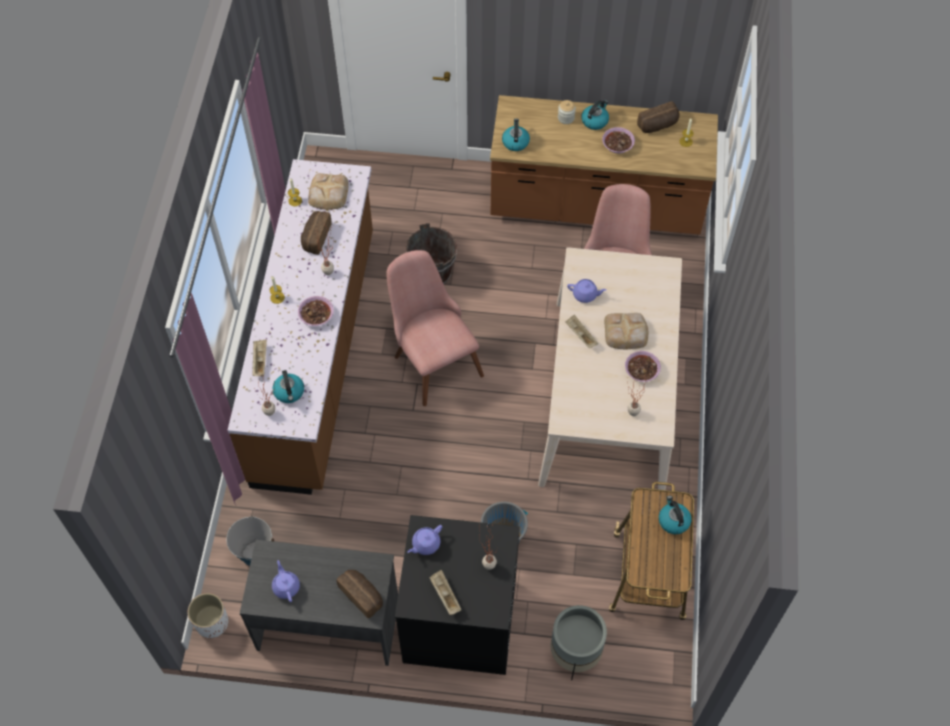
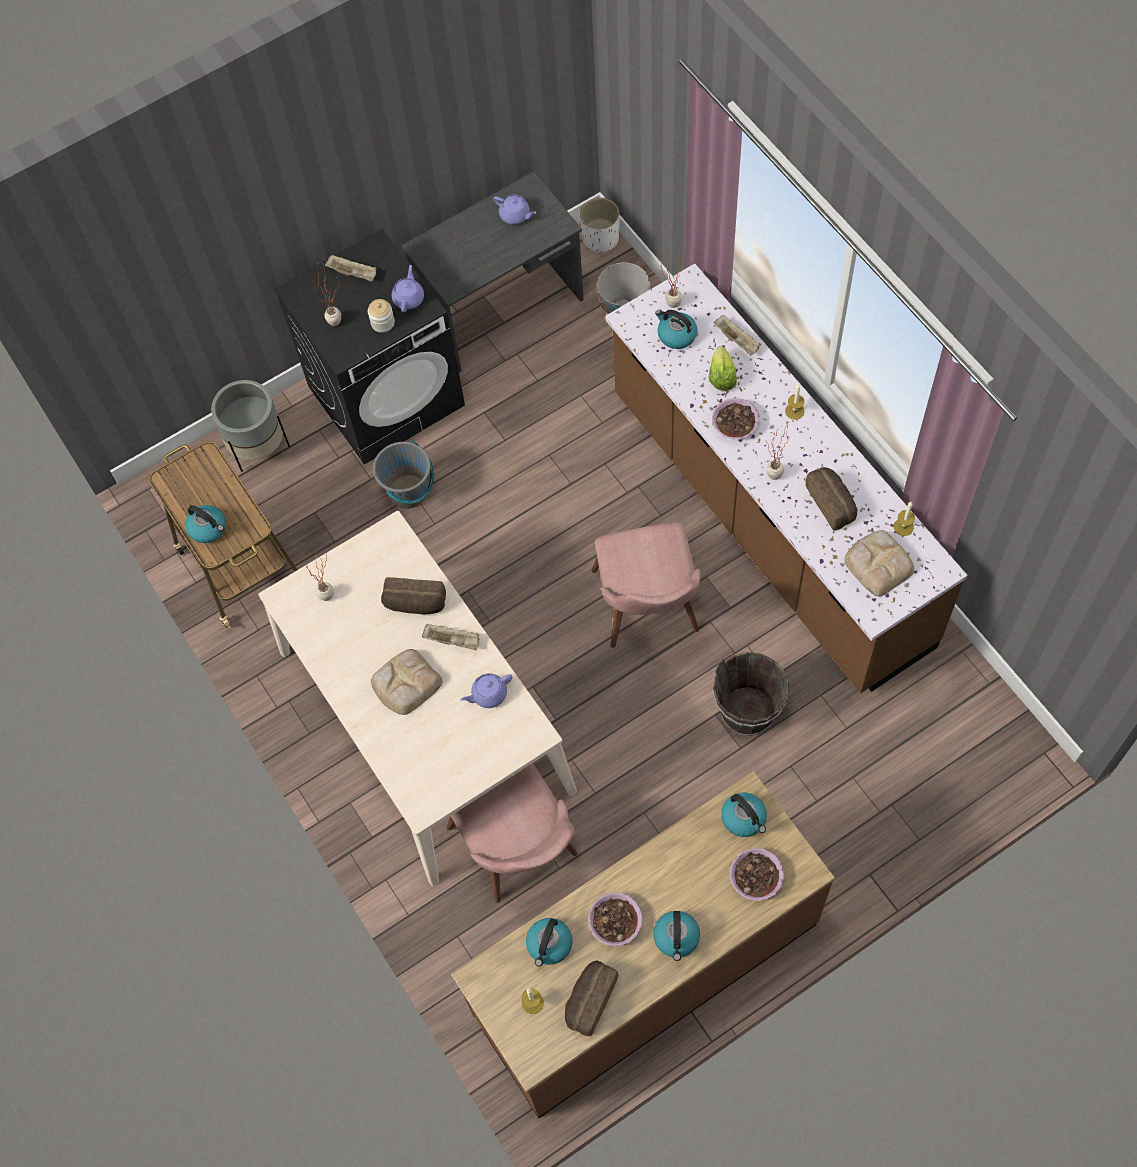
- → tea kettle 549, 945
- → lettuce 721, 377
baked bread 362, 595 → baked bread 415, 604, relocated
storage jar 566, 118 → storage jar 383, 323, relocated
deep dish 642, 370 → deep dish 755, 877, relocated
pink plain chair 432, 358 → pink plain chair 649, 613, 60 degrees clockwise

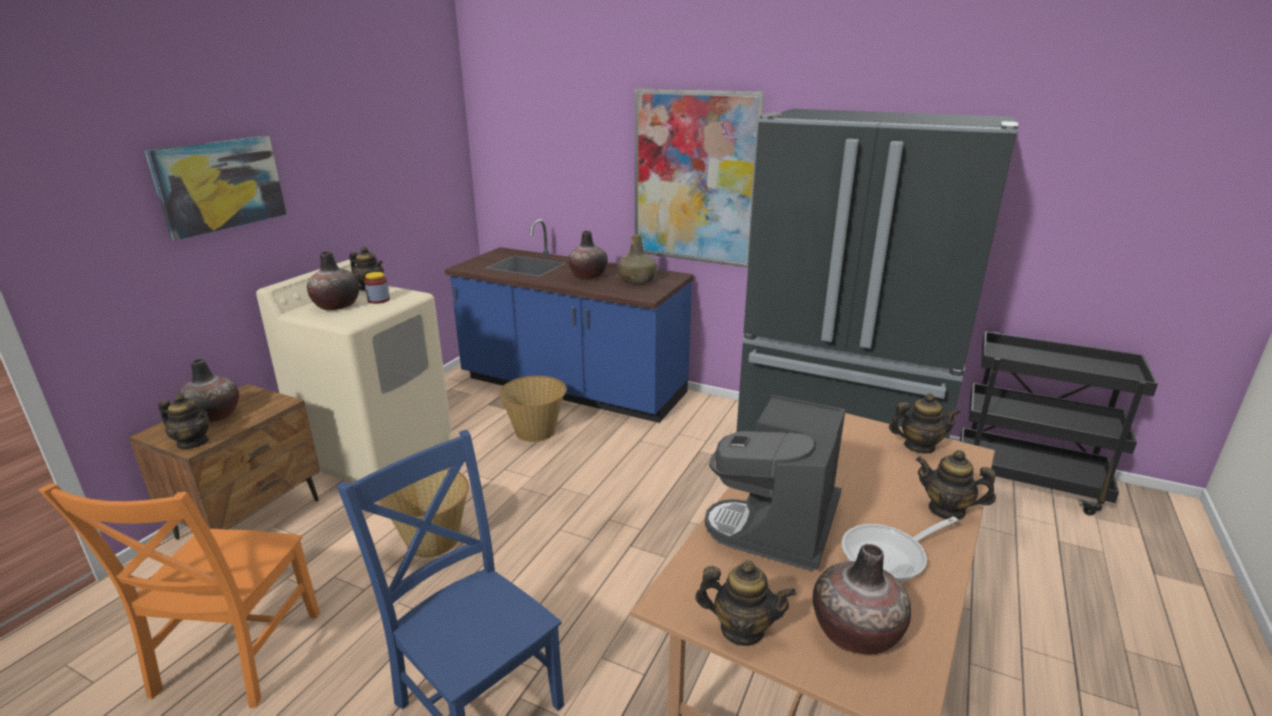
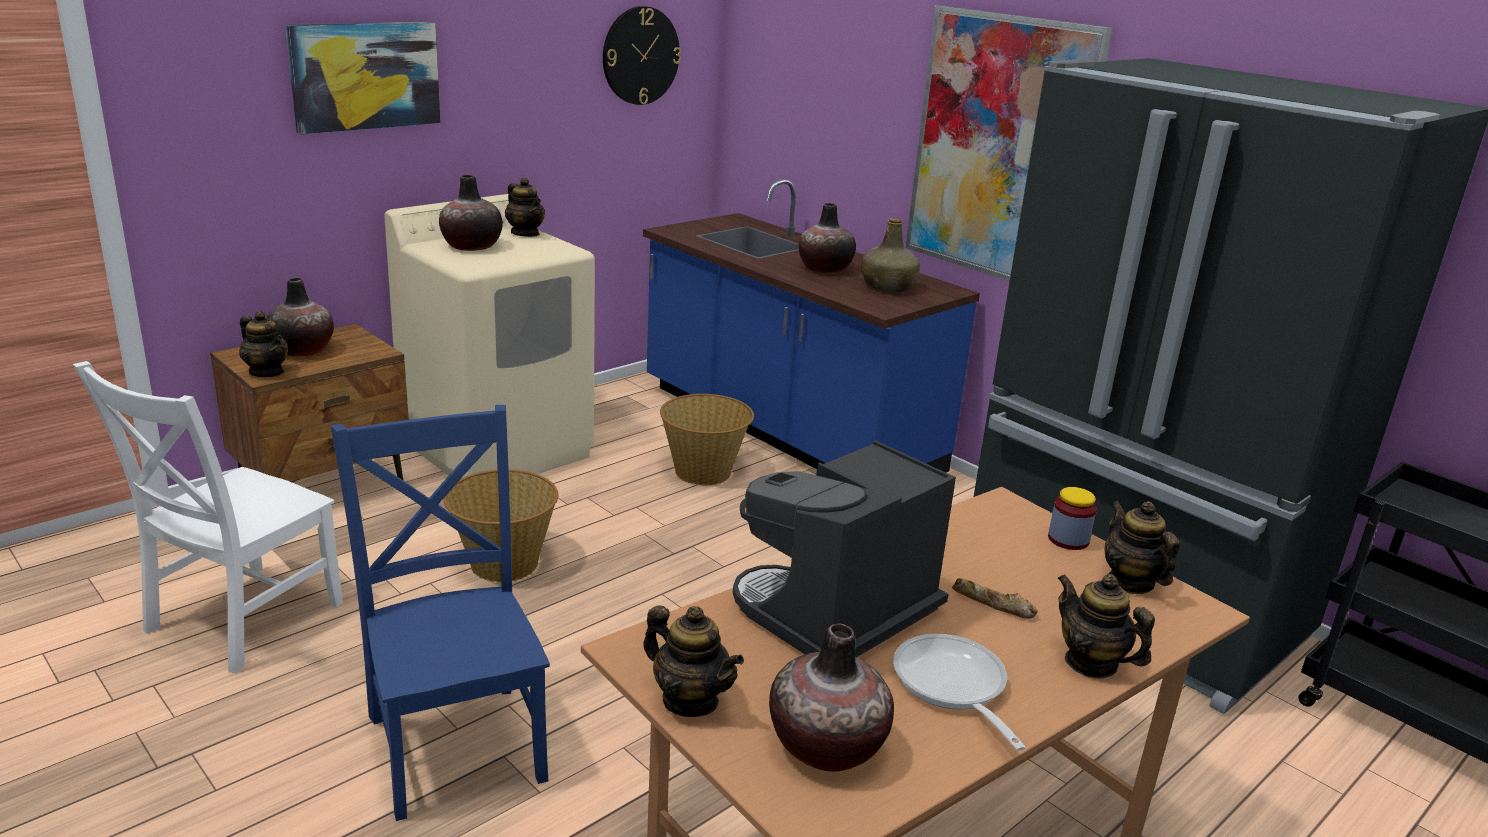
- → wall clock 640, 55
- → baked bread 993, 604
storage jar 378, 300 → storage jar 1068, 539, relocated
orange-coloured plain chair 234, 658 → white plain chair 238, 620
frying pan 889, 556 → frying pan 952, 687, 75 degrees clockwise
teapot 919, 446 → teapot 1130, 582, 135 degrees counterclockwise

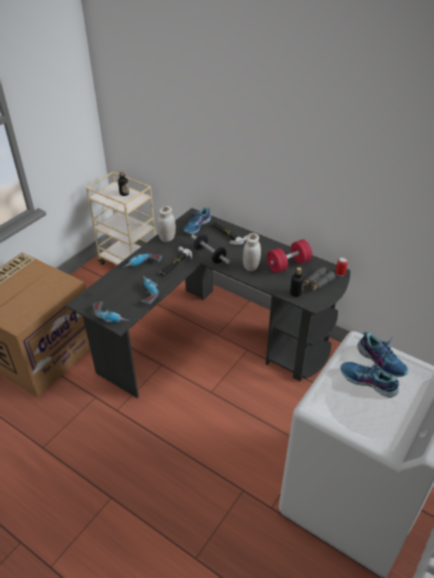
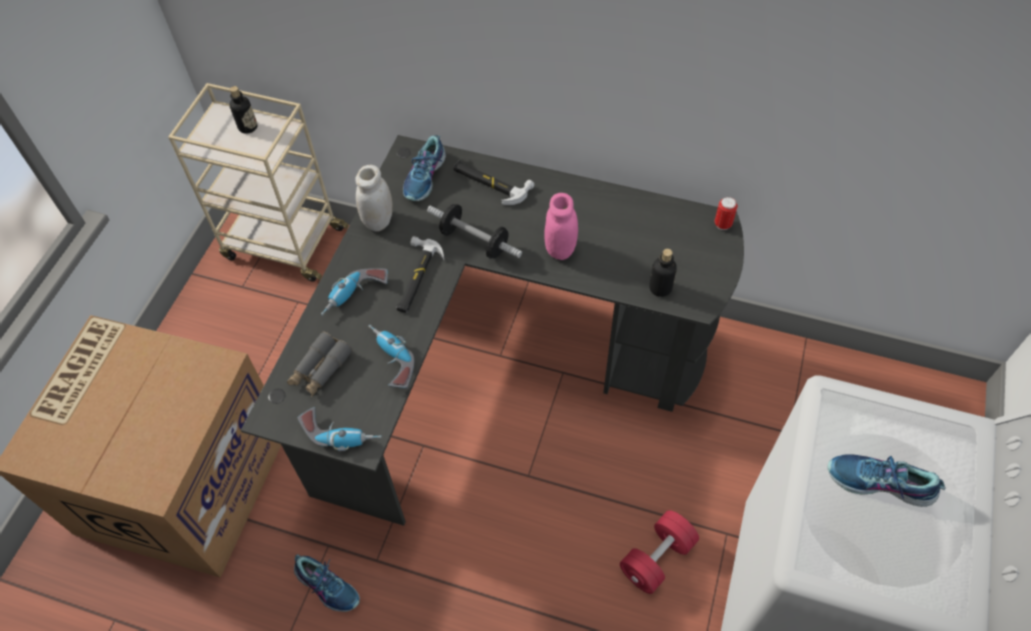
red-coloured dumbbell 288, 264 → red-coloured dumbbell 657, 558, relocated
grey binoculars 317, 283 → grey binoculars 320, 369, relocated
item of footwear 381, 361 → item of footwear 328, 585, relocated
white storage jar 251, 267 → pink storage jar 560, 249

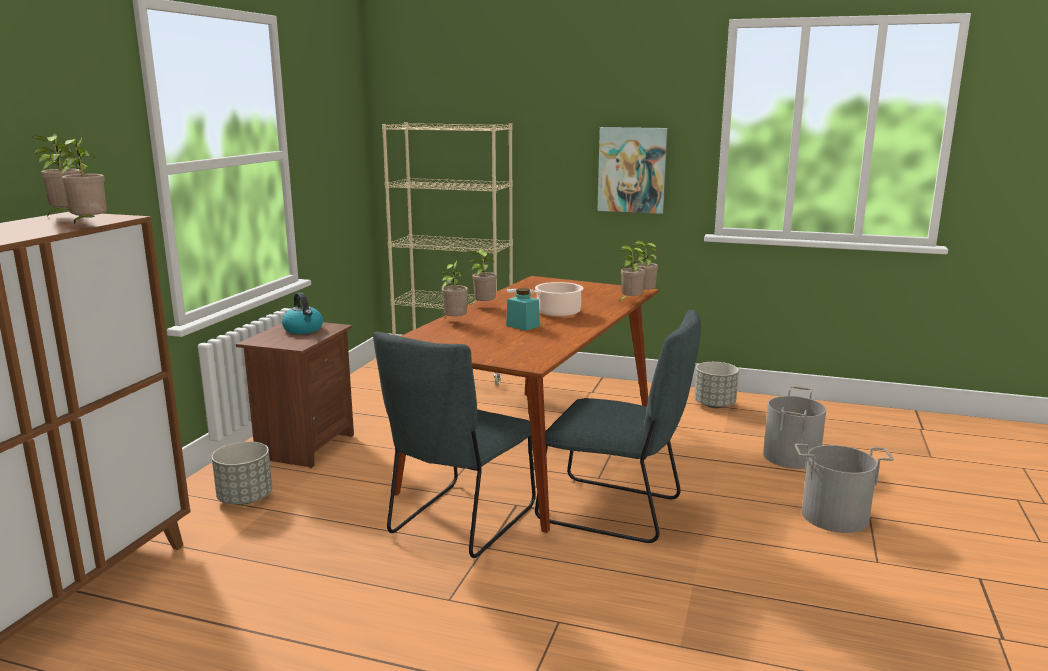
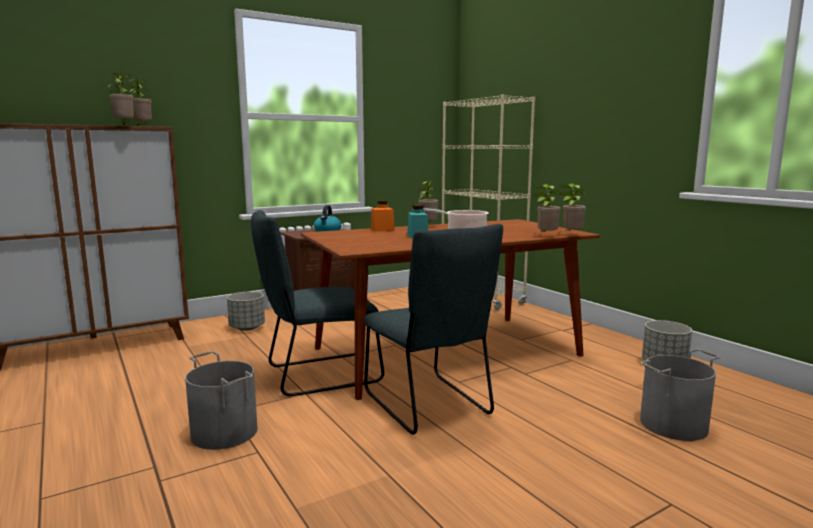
wall art 632, 170 → -
grey pail 835, 516 → grey pail 223, 432, relocated
potted plant 454, 322 → orange-coloured storage jar 382, 229

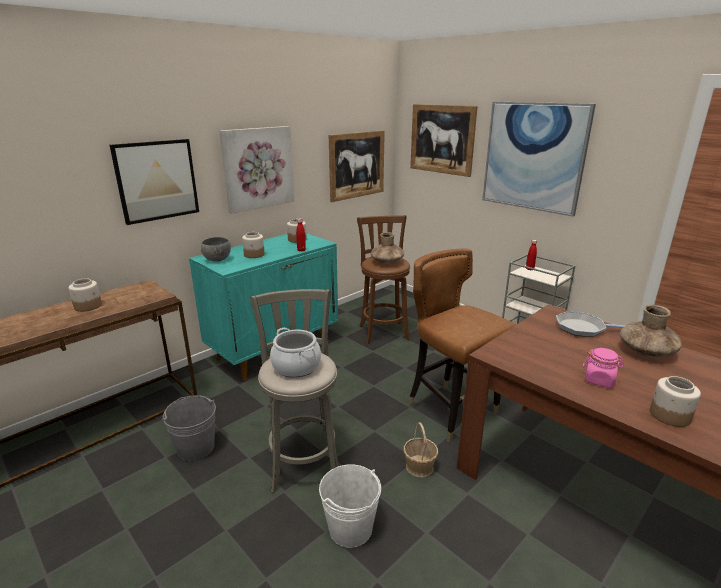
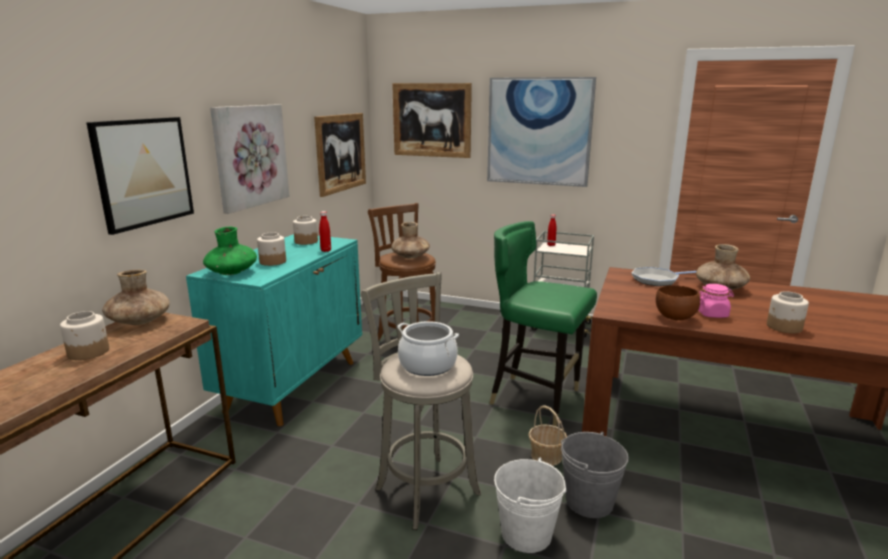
- → brown-coloured decorative vase 139, 321
- → brown-coloured deep dish 674, 318
grey pail 196, 448 → grey pail 589, 501, relocated
grey deep dish 218, 260 → green decorative vase 232, 272
brown-coloured plain chair 452, 411 → green plain chair 536, 399

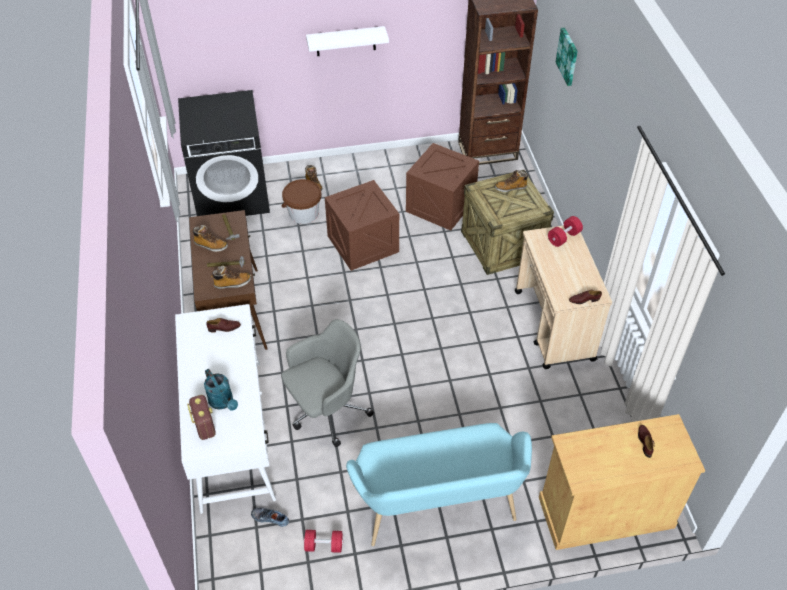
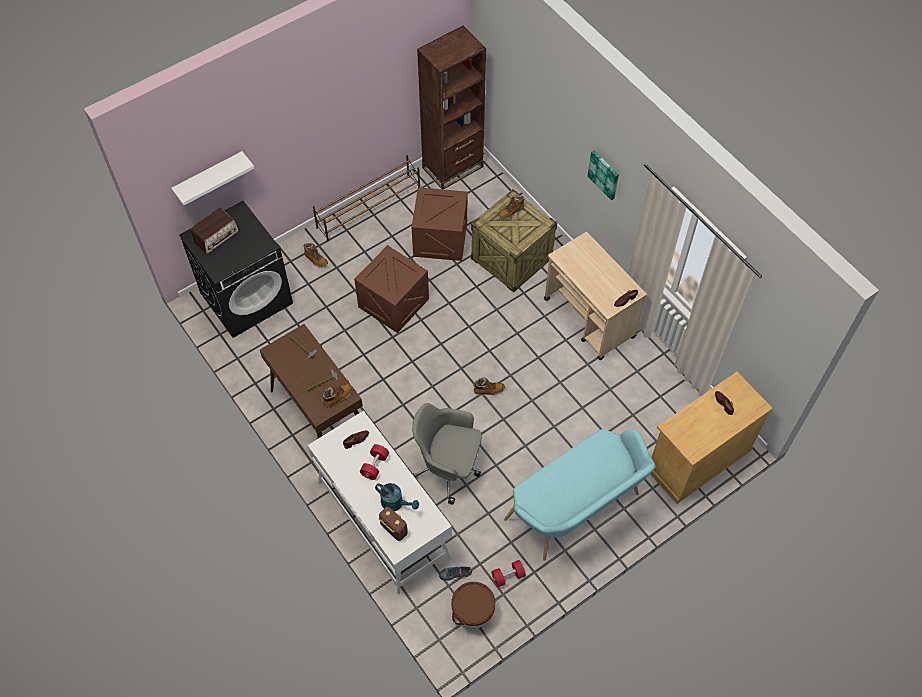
- → radio 216, 236
- → brown-coloured shoe rack 369, 208
tall boot 210, 245 → tall boot 488, 390, relocated
brown-coloured pail 303, 213 → brown-coloured pail 473, 613, relocated
white shelf 346, 41 → white shelf 209, 177, relocated
red-coloured dumbbell 563, 237 → red-coloured dumbbell 375, 465, relocated
wall art 568, 56 → wall art 604, 174, relocated
grey office chair 326, 410 → grey office chair 448, 467, 105 degrees counterclockwise

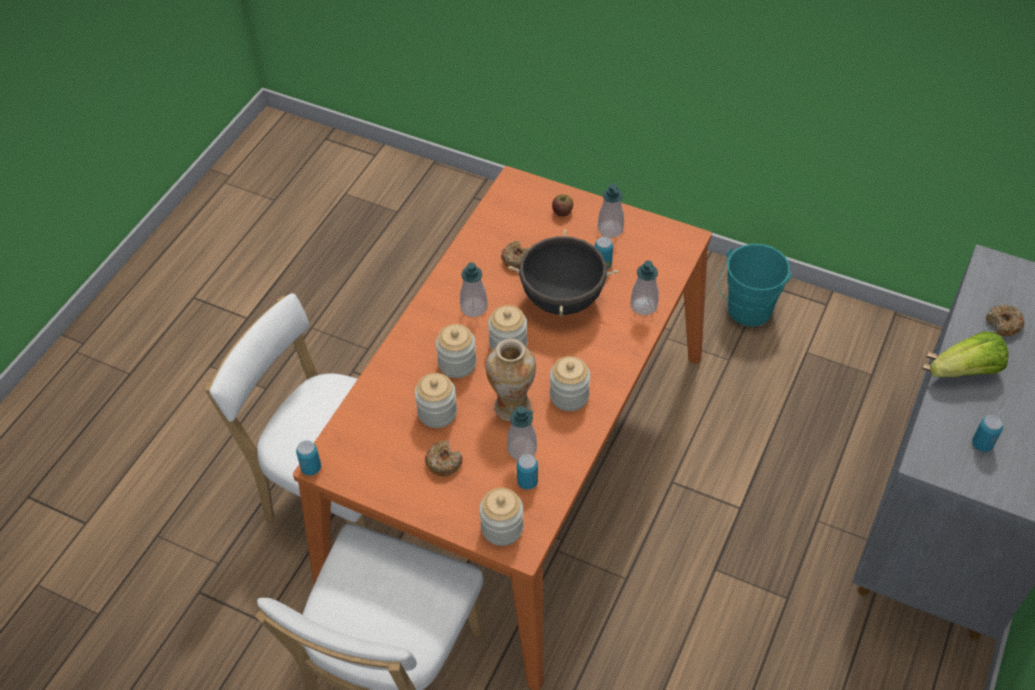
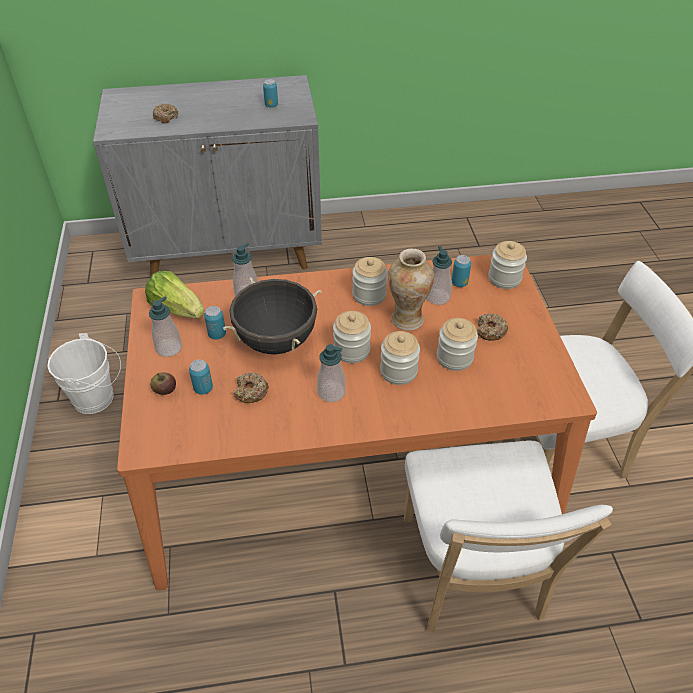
sealed can 311, 468 → sealed can 203, 388, relocated
lettuce 967, 371 → lettuce 177, 309, relocated
turquoise pail 747, 313 → white pail 98, 398

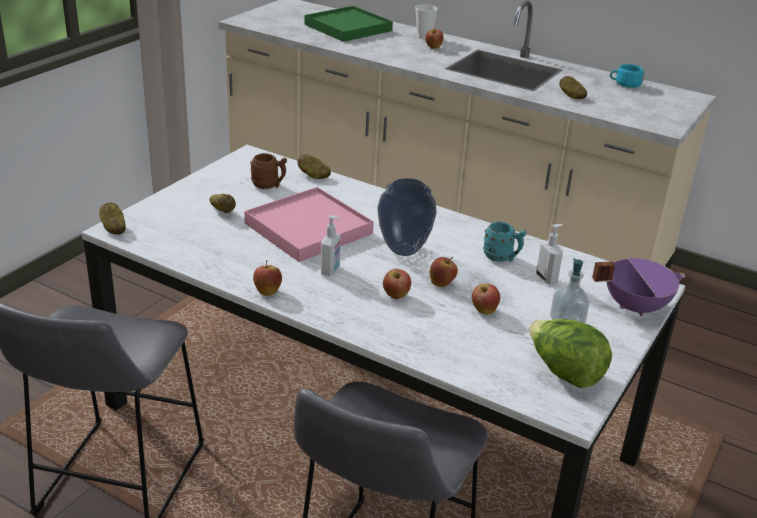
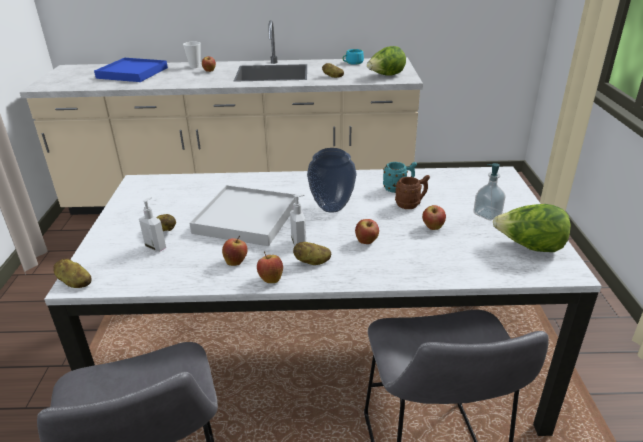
purplish stockpot 634, 306 → -
- → lettuce 386, 76
brown-coloured tea mug 269, 186 → brown-coloured tea mug 411, 204, relocated
spud 313, 176 → spud 312, 262, relocated
apple fruit 442, 283 → apple fruit 236, 262, relocated
soap dispenser 547, 278 → soap dispenser 156, 247, relocated
pink serving tray 308, 228 → white serving tray 246, 218
green serving tray 348, 28 → blue-coloured serving tray 133, 73

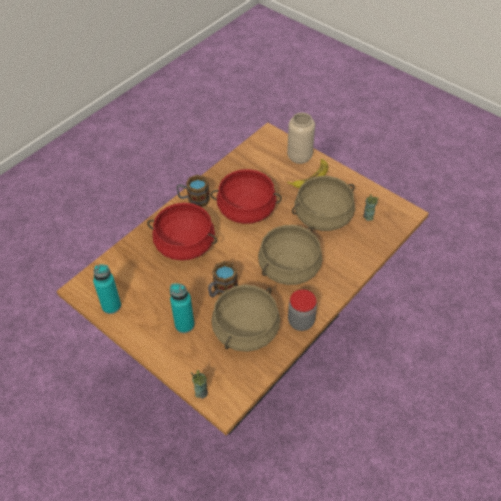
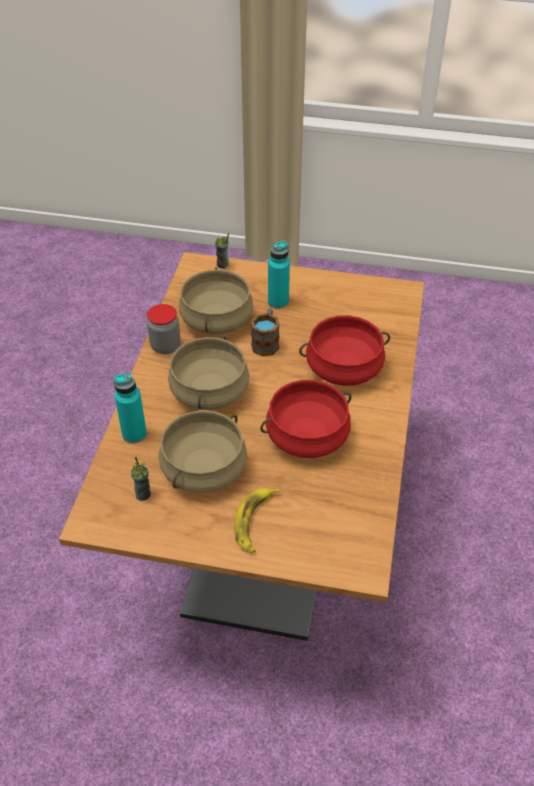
tea mug 194, 200 → -
beige-coloured decorative vase 299, 157 → -
turquoise beverage bottle 111, 306 → turquoise beverage bottle 134, 434, relocated

